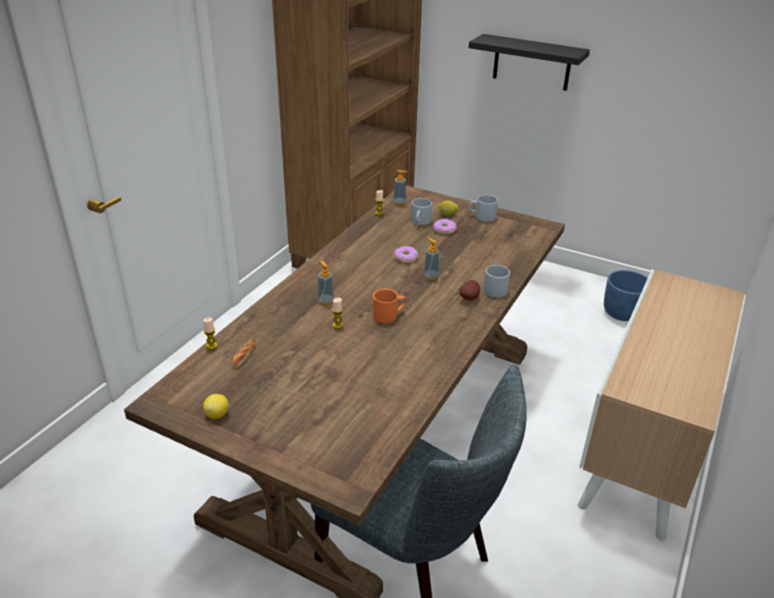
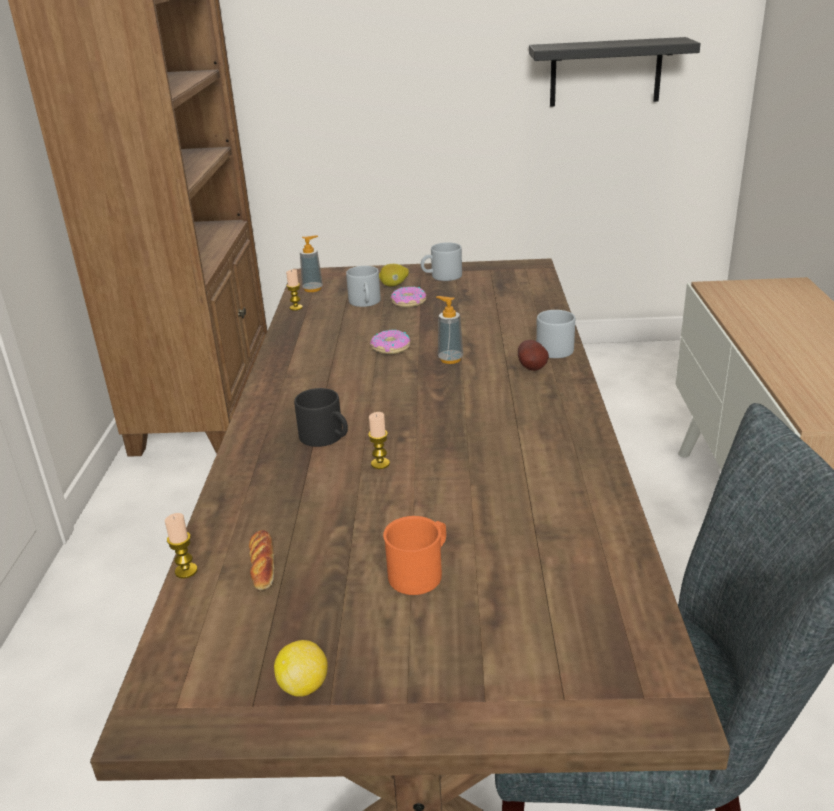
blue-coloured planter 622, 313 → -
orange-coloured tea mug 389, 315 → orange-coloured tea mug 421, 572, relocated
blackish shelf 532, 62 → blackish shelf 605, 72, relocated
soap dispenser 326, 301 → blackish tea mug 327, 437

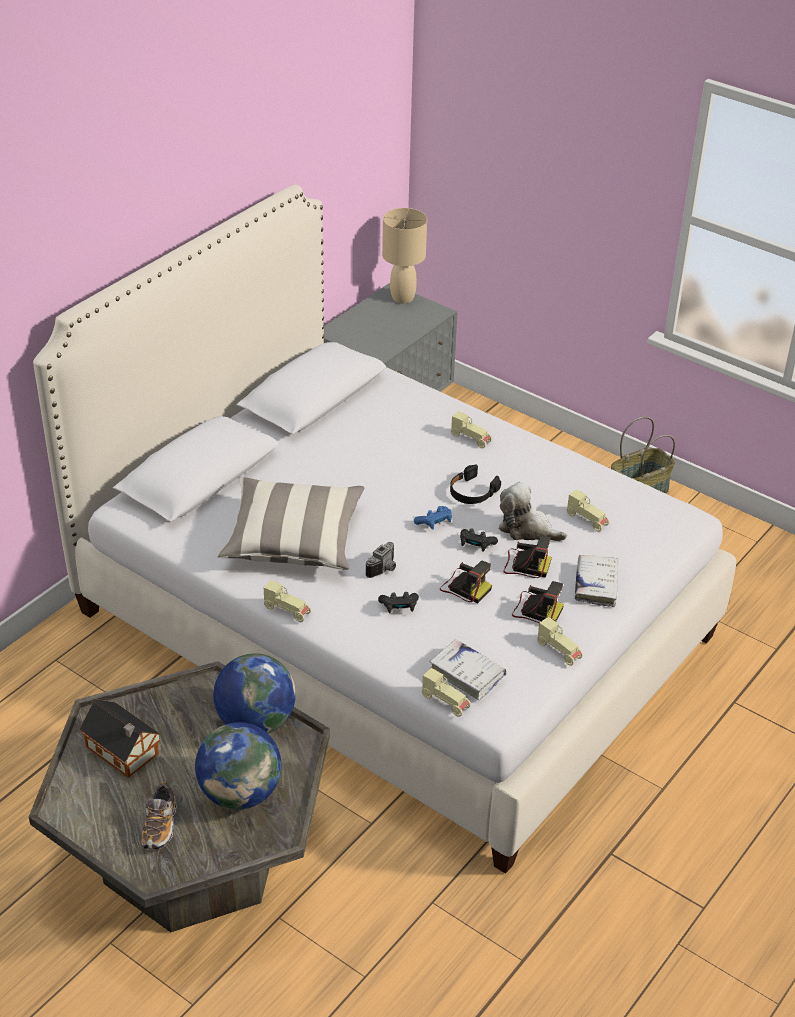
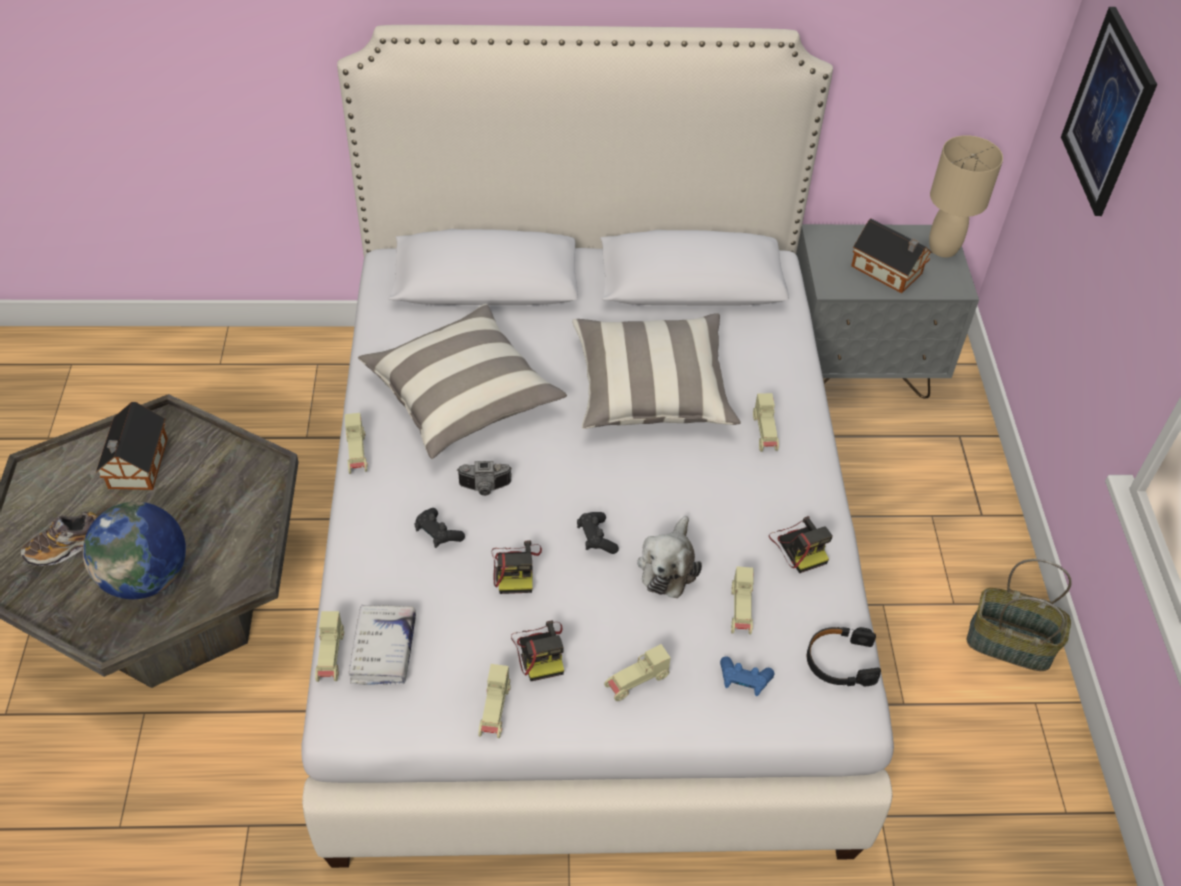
desk globe 255, 722 → -
- → throw pillow 651, 389
- → miniature house 888, 271
- → wall art 1108, 112
blue-coloured gamepad 434, 522 → blue-coloured gamepad 744, 680, relocated
blackish headphones 472, 492 → blackish headphones 840, 661, relocated
still camera 525, 565 → still camera 799, 546, relocated
white book 596, 585 → beige-coloured miniature car 636, 682
soft toy 527, 529 → soft toy 668, 566, 150 degrees counterclockwise

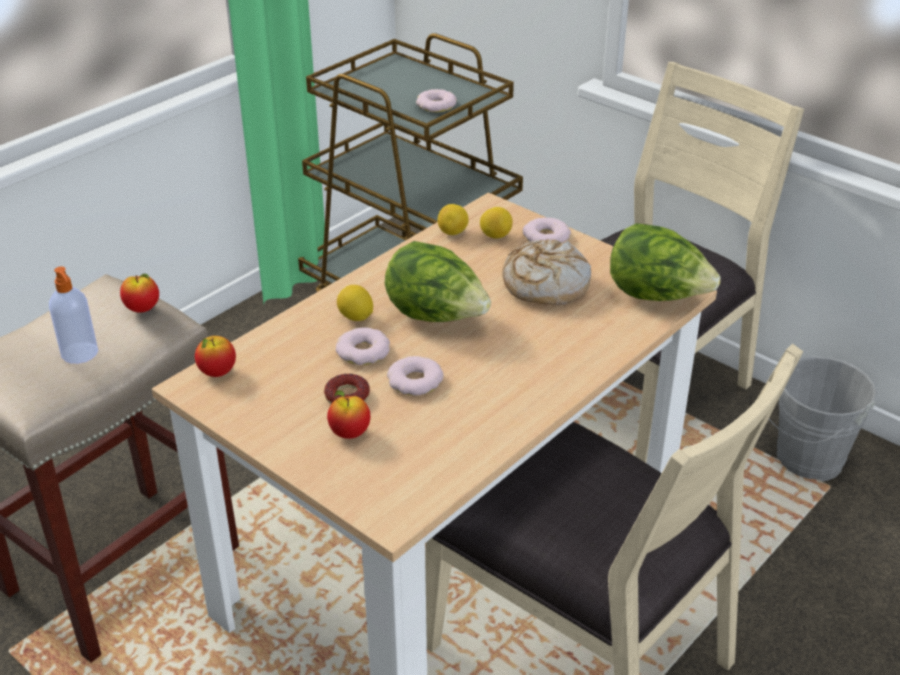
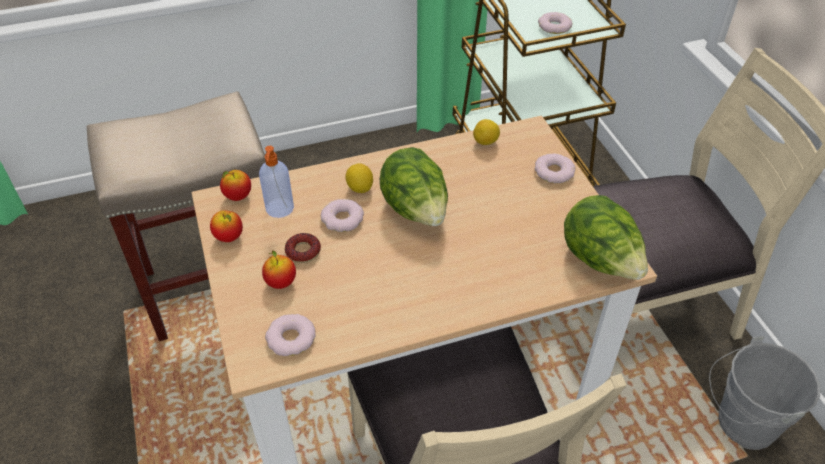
lemon 495, 236 → -
baked bread 545, 284 → -
soap dispenser 80, 354 → soap dispenser 279, 209, relocated
apple fruit 143, 309 → apple fruit 229, 237, relocated
donut 415, 381 → donut 291, 338, relocated

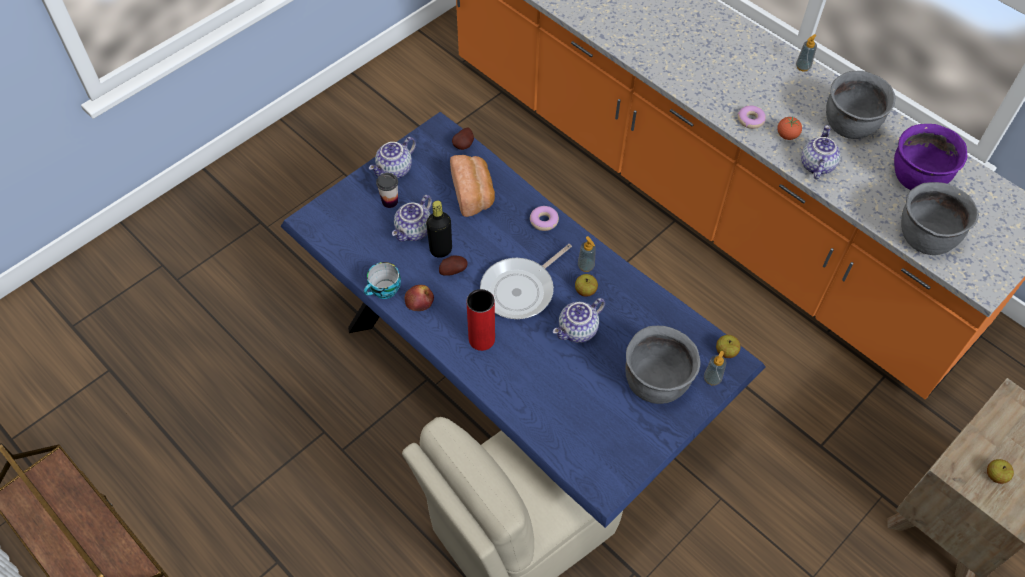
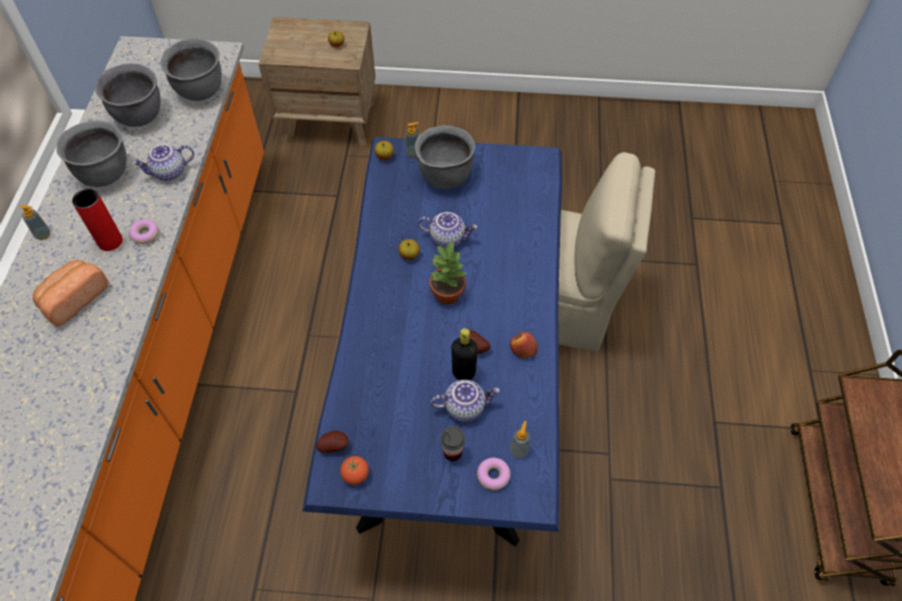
small cup 384, 291 → -
teapot 395, 170 → -
baked bread 473, 193 → baked bread 74, 298, relocated
red-coloured decorative vase 481, 339 → red-coloured decorative vase 110, 241, relocated
donut 544, 221 → donut 493, 475, relocated
soap dispenser 586, 266 → soap dispenser 519, 450, relocated
fresh tomato 787, 135 → fresh tomato 355, 475, relocated
frying pan 521, 290 → potted plant 447, 293
purplish stockpot 917, 179 → grey stockpot 140, 116

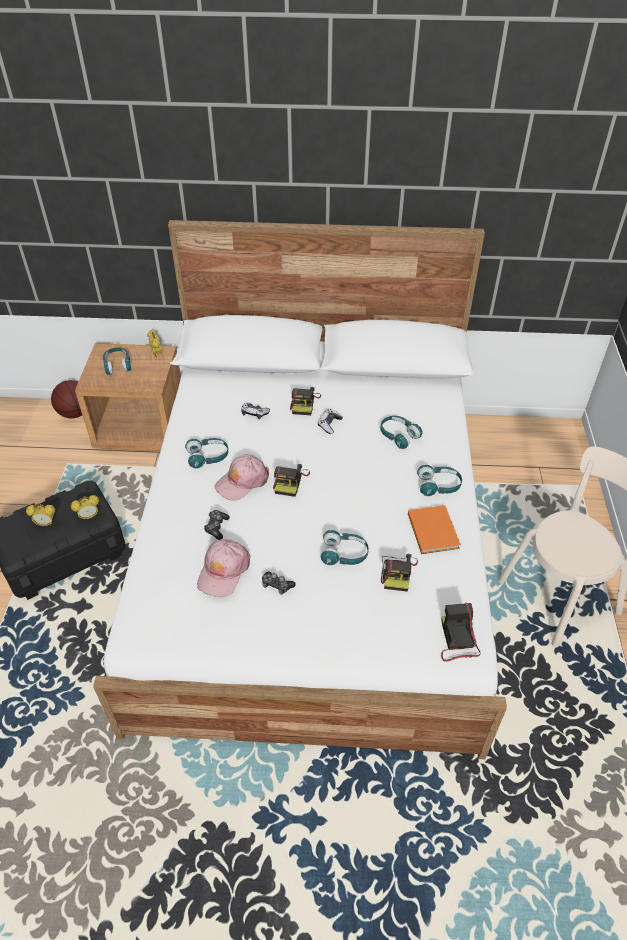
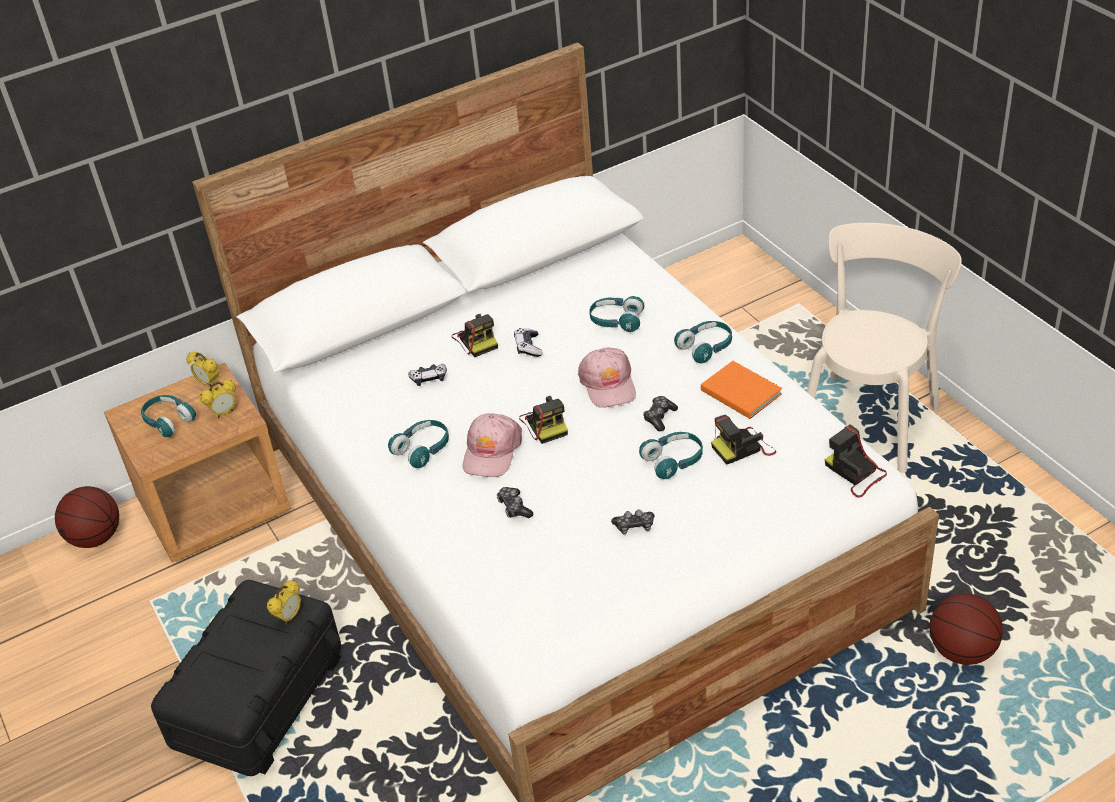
- → gamepad 659, 417
- → basketball ball 962, 651
bedside clock 46, 523 → bedside clock 224, 413, relocated
pink baseball cap 223, 571 → pink baseball cap 608, 384, relocated
still camera 397, 572 → still camera 743, 448, 90 degrees clockwise

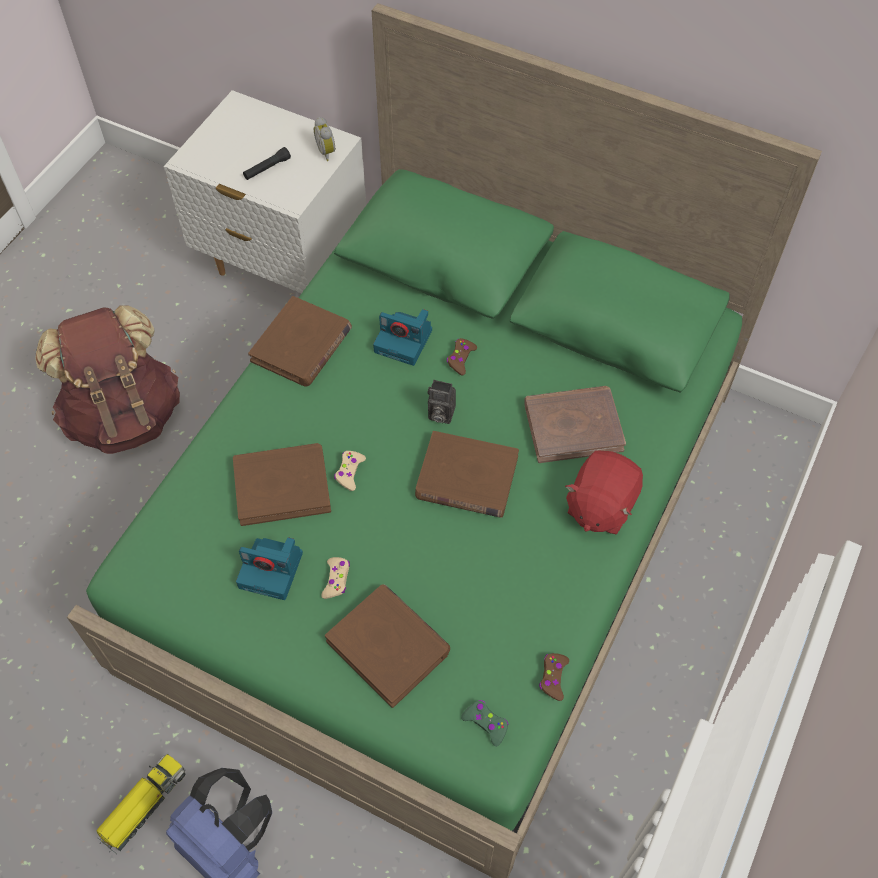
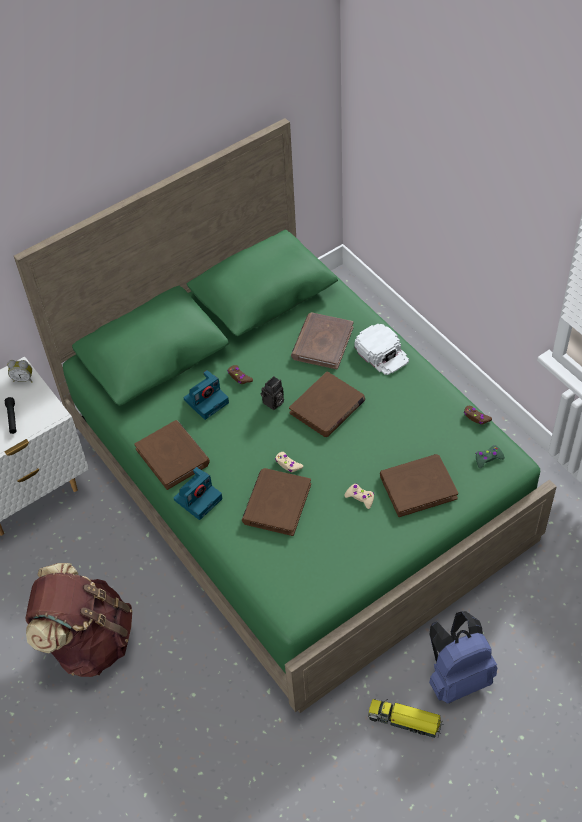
still camera 272, 570 → still camera 198, 498, relocated
red-coloured soft toy 600, 505 → white baseball cap 382, 353
toy lorry 143, 806 → toy lorry 405, 720, 45 degrees counterclockwise

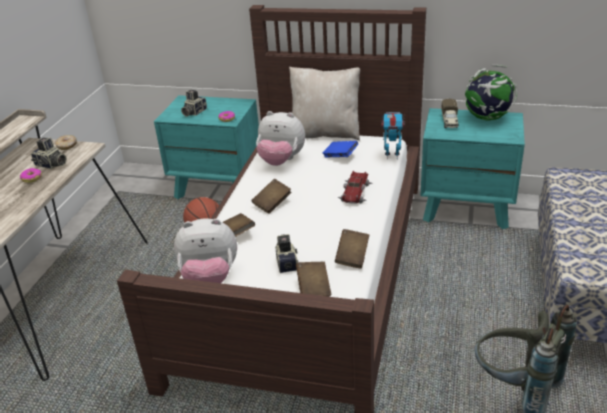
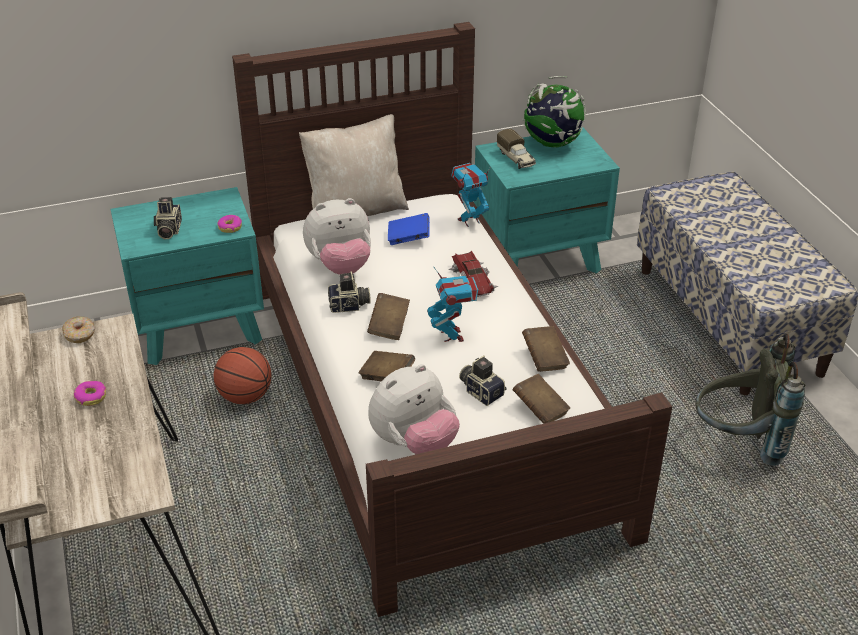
- → model robot 452, 335
still camera 51, 165 → still camera 349, 306, relocated

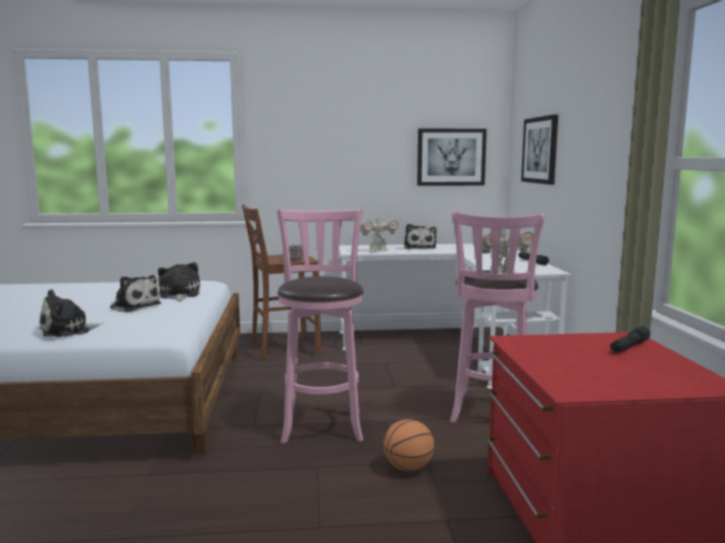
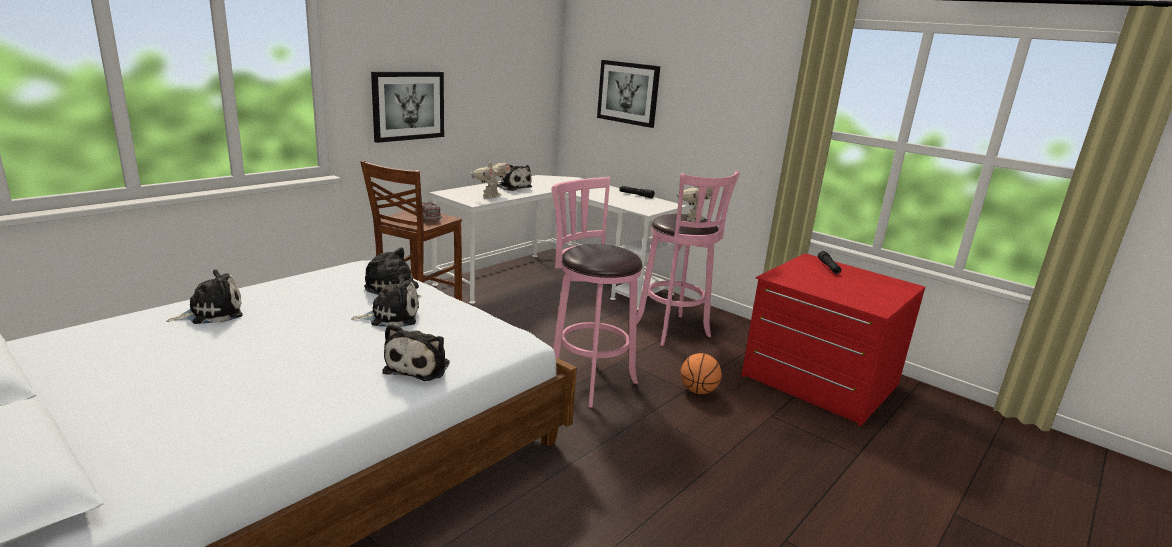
- → soft toy 212, 313
wall art 451, 157 → wall art 408, 105, relocated

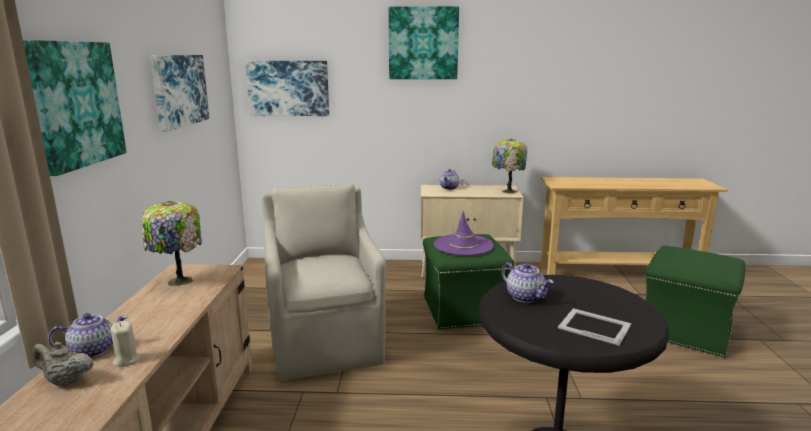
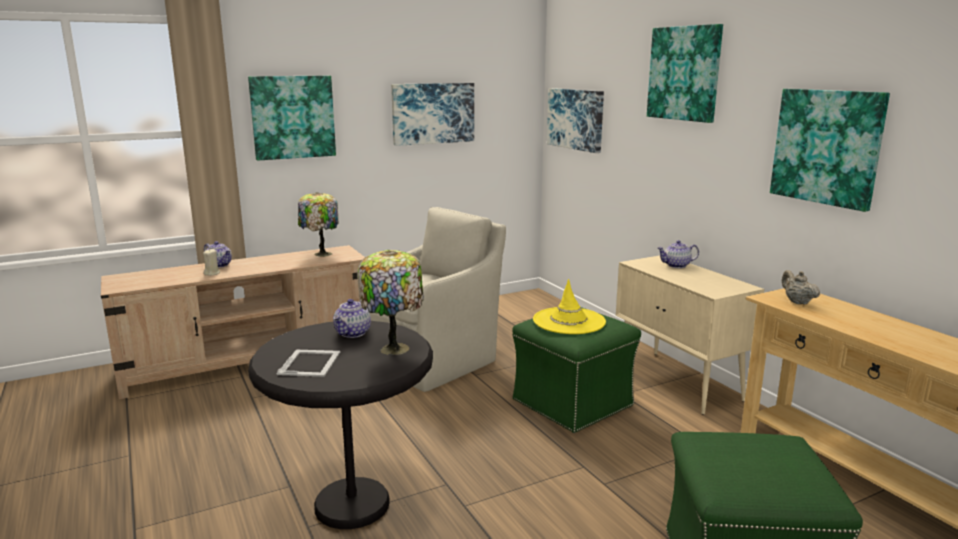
- → wall art 827, 147
beige-coloured teapot 66, 381 → beige-coloured teapot 797, 302, relocated
table lamp 508, 191 → table lamp 394, 347, relocated
purplish hat 463, 245 → yellow hat 569, 321

